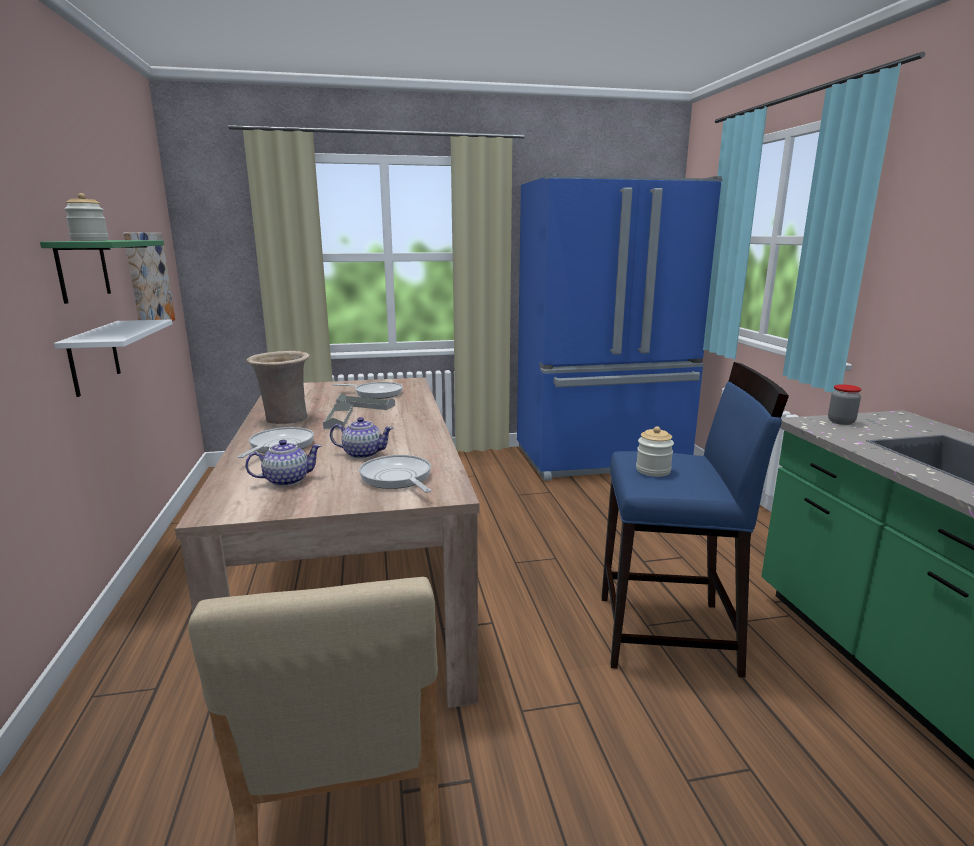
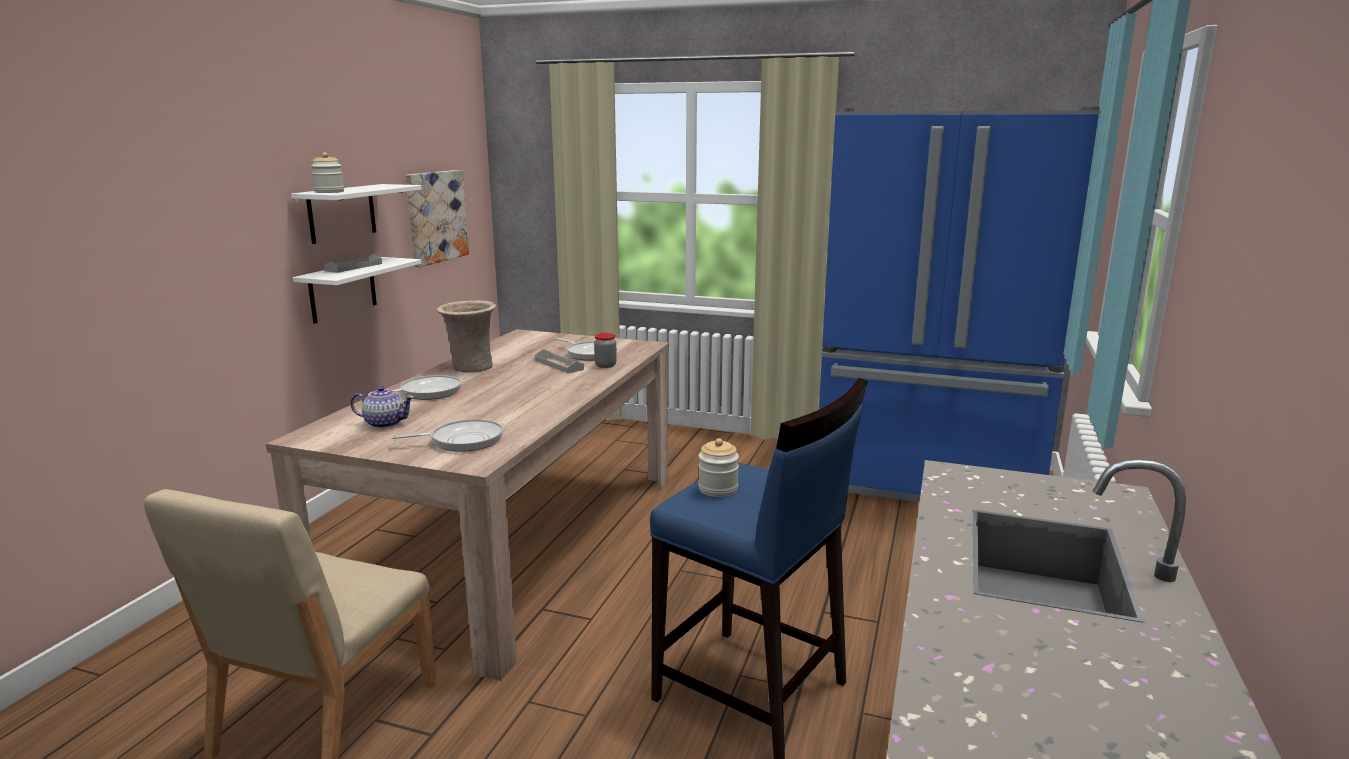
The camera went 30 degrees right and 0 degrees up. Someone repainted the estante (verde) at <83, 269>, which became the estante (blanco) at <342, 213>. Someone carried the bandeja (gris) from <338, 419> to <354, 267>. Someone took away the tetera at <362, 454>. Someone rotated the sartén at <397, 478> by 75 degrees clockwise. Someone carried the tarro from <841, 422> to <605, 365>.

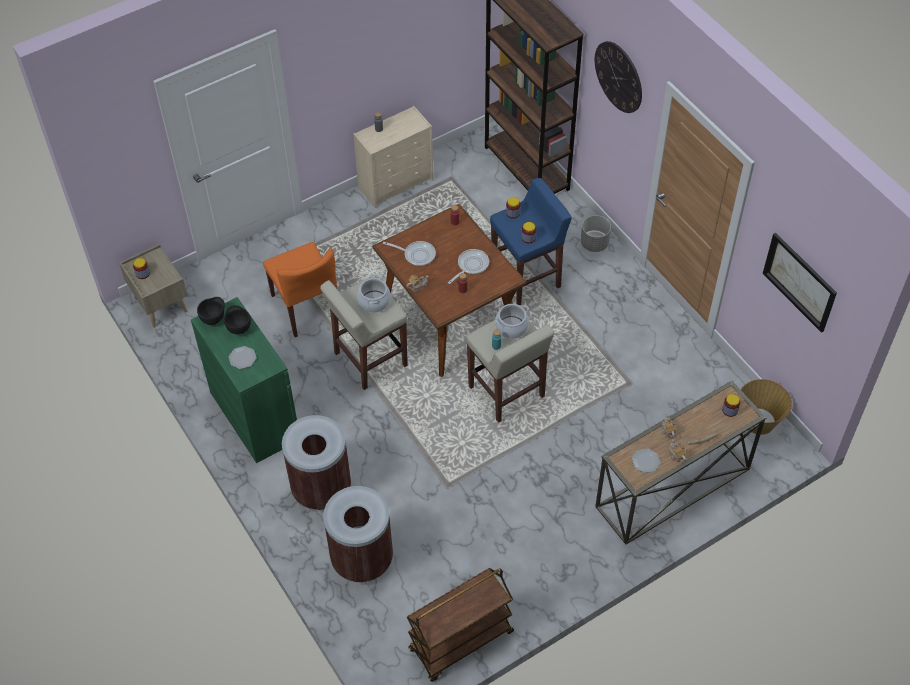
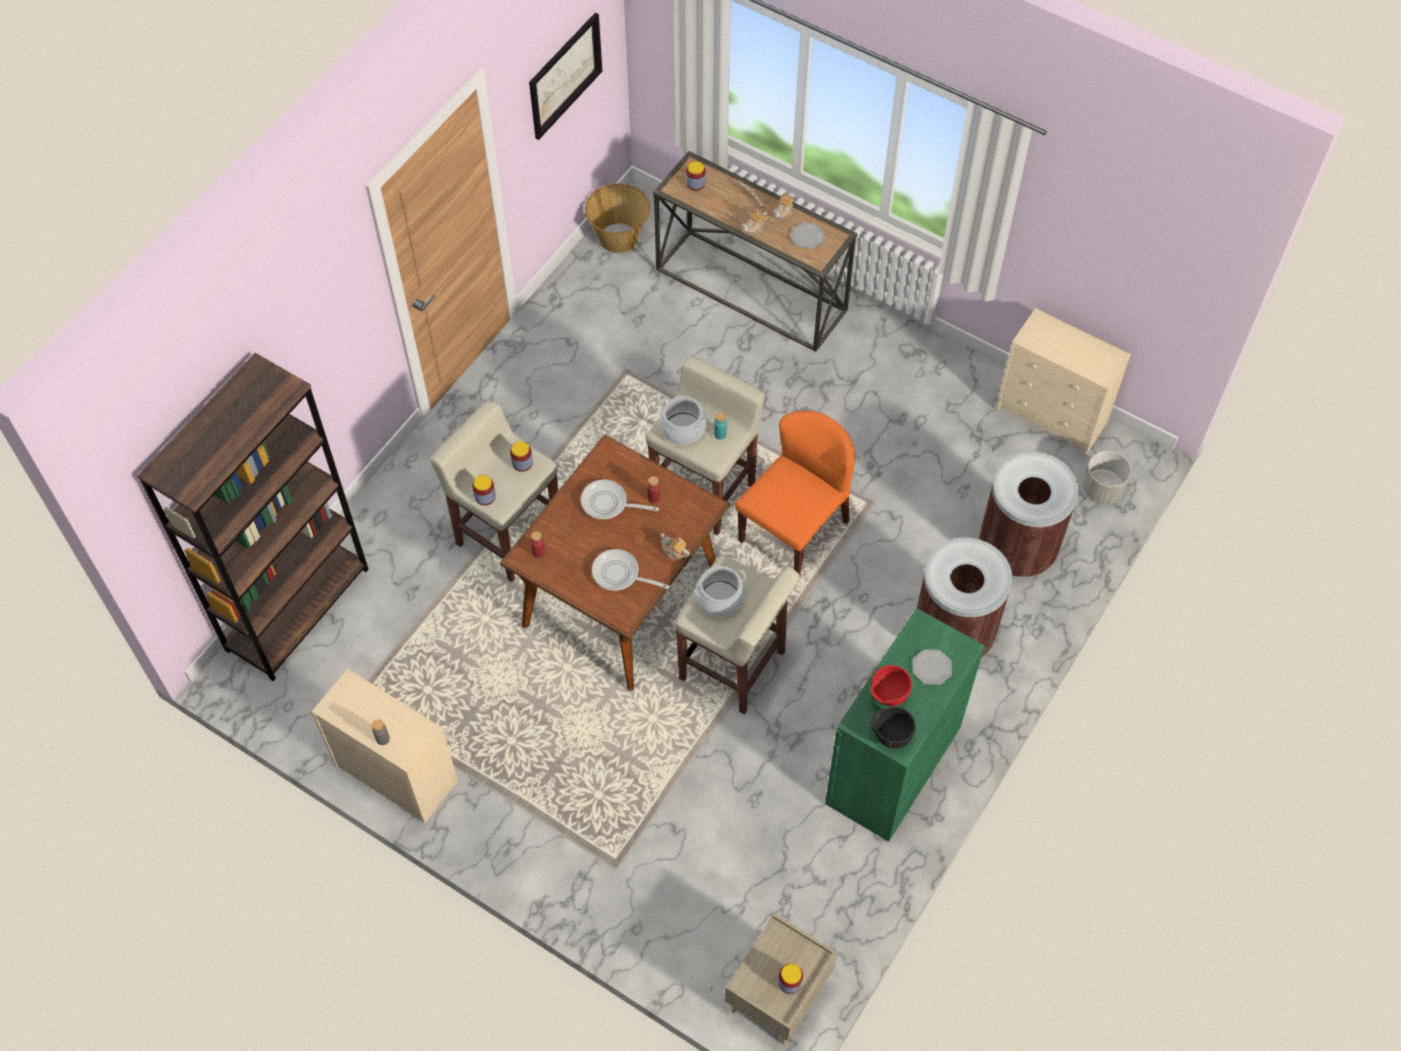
The camera went 115 degrees left and 5 degrees up. Someone repainted the cuenco (negro) at <239, 328>, which became the cuenco (rojo) at <887, 697>. Someone carried the silla (naranja) from <306, 306> to <793, 530>. Someone rotated the sartén at <417, 254> by 60 degrees counterclockwise. Someone swapped the carrito (marrón) at <461, 642> for the cómoda (beis) at <1052, 416>. Someone repainted the taburete (azul) at <527, 278>, which became the taburete (beis) at <507, 535>. Someone carried the maceta (gris) from <594, 243> to <1101, 490>. Someone took away the reloj de pared at <618, 77>.

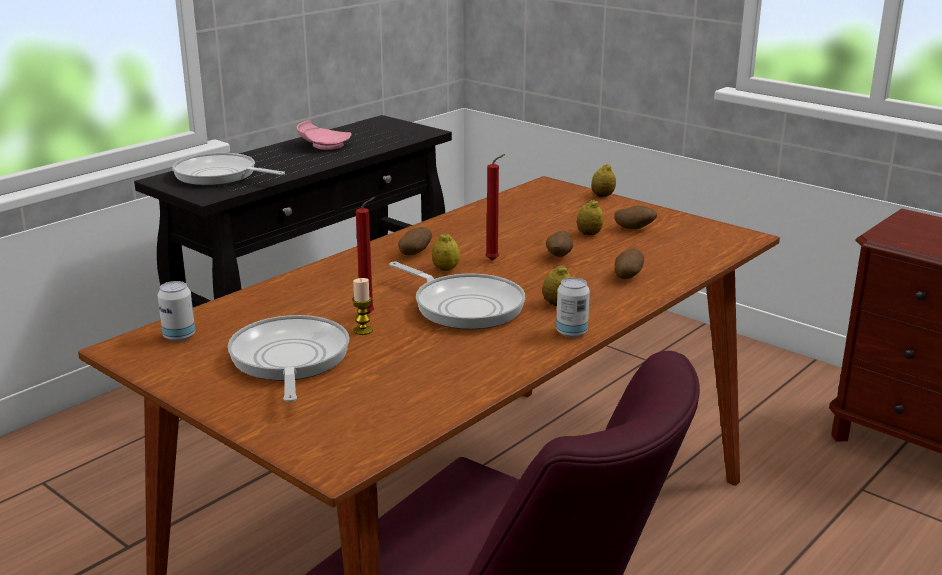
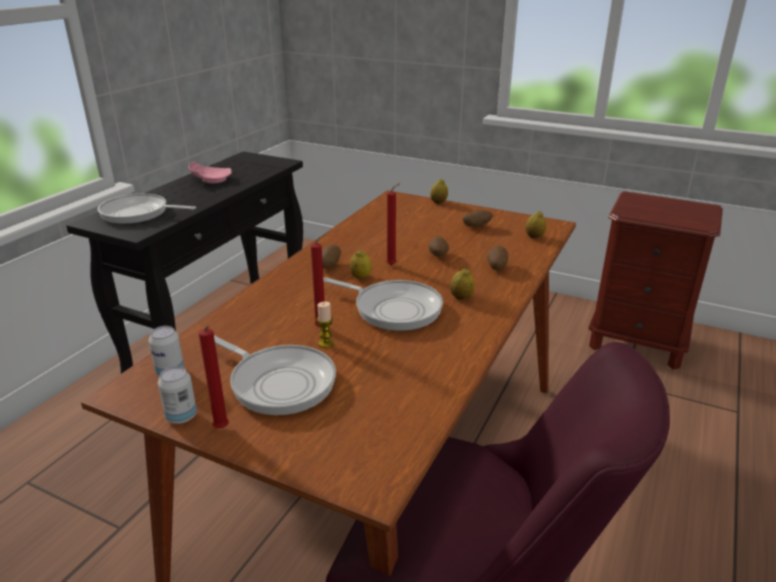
The camera went 15 degrees left and 5 degrees up. Someone rotated the sartén at <289, 360> by 150 degrees clockwise. Someone carried the lata from <571, 332> to <181, 416>. Someone carried the limón from <589, 234> to <534, 237>. Someone put down the vela (rojo) at <222, 430>.

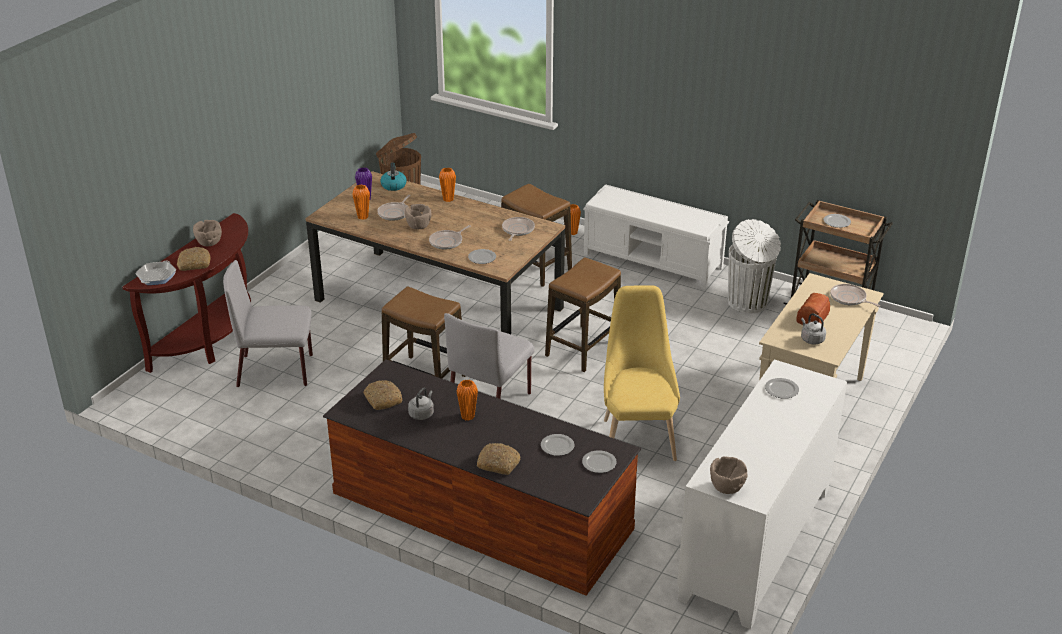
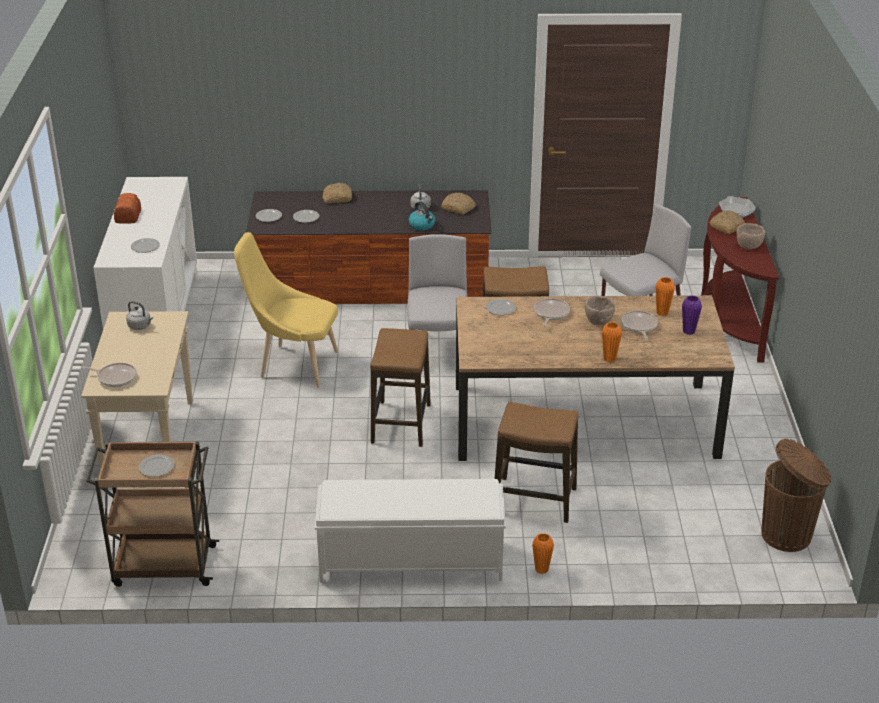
The camera went 150 degrees right and 0 degrees up. Someone carried the hervidor from <393, 185> to <422, 225>. Someone took away the florero (naranja) at <468, 416>. Someone took away the sartén at <517, 230>. Someone rotated the silla (amarillo) at <637, 436> by 135 degrees clockwise. Someone took away the cuenco (marrón) at <726, 486>. Someone took away the papelera (blanco) at <748, 303>. Someone carried the pan from <813, 317> to <127, 216>.

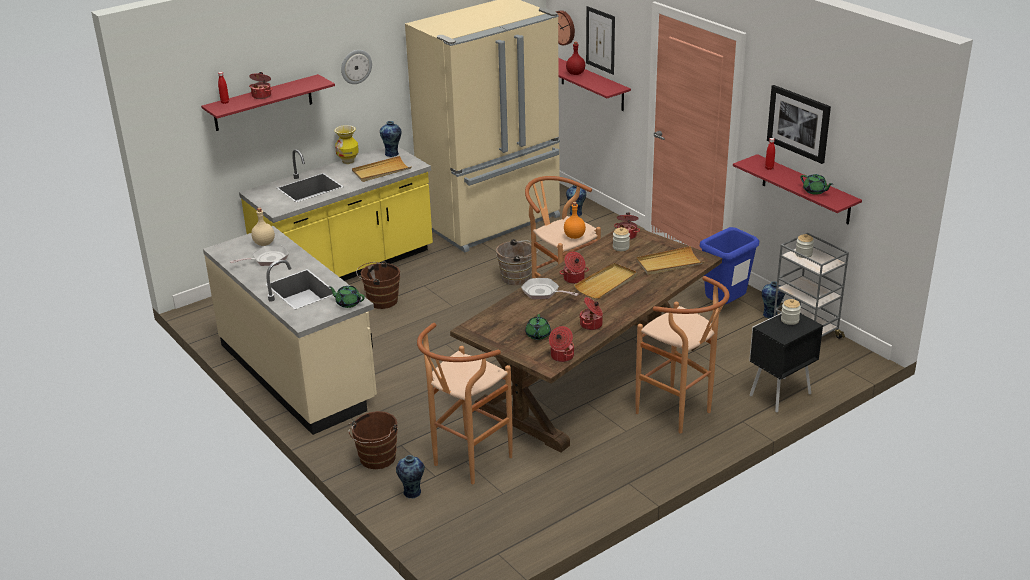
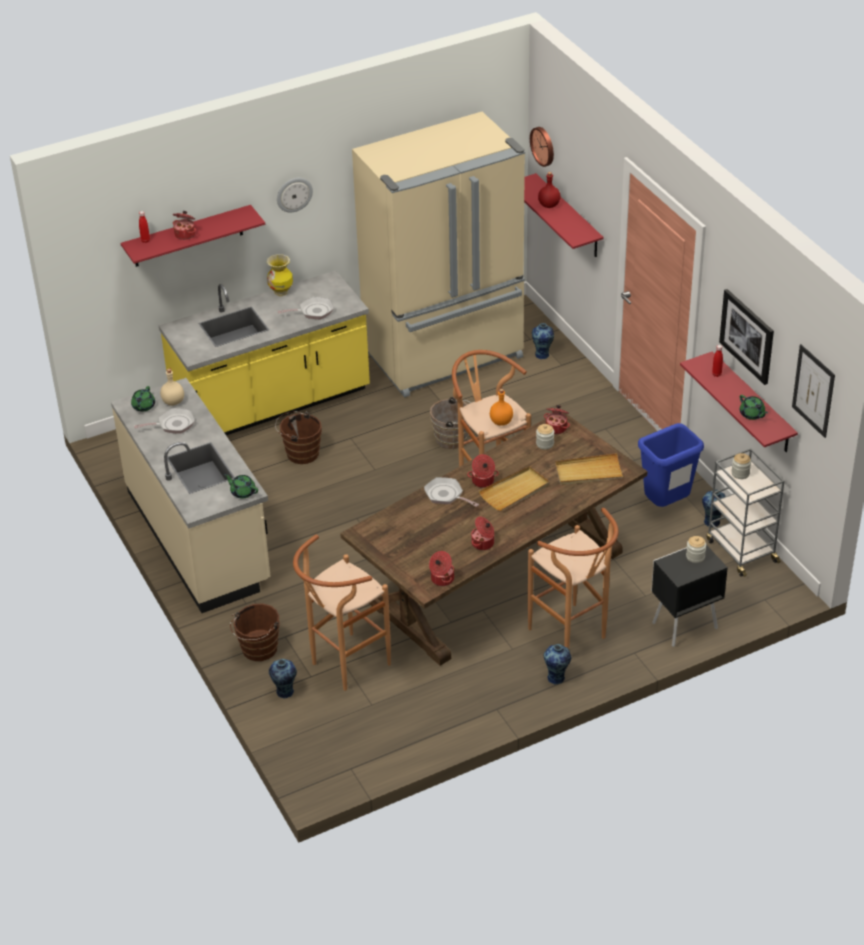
The camera went 10 degrees right and 10 degrees up. Someone swapped the bandeja (beis) at <381, 171> for the sartén at <313, 311>. Someone carried the florero from <392, 154> to <557, 677>. Someone carried the tetera (verde) from <537, 335> to <143, 406>. Someone carried the cuadro from <600, 40> to <813, 390>.

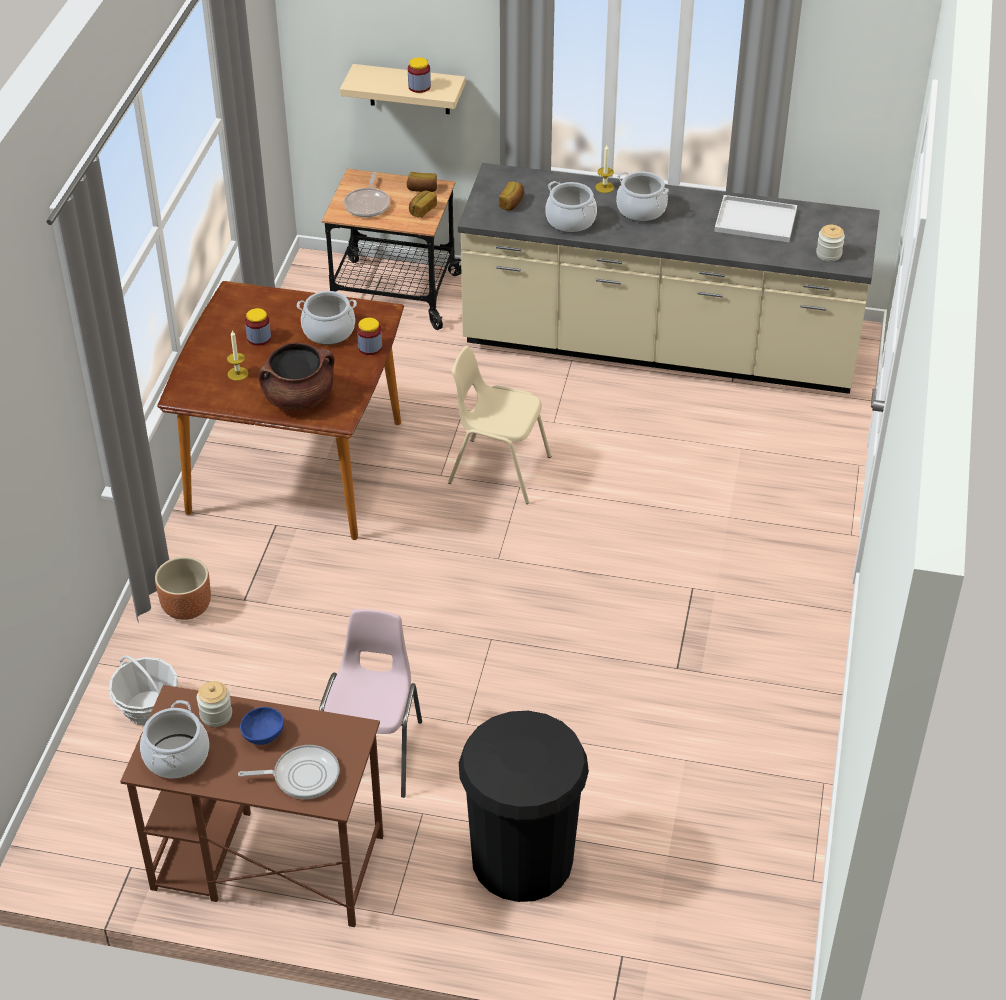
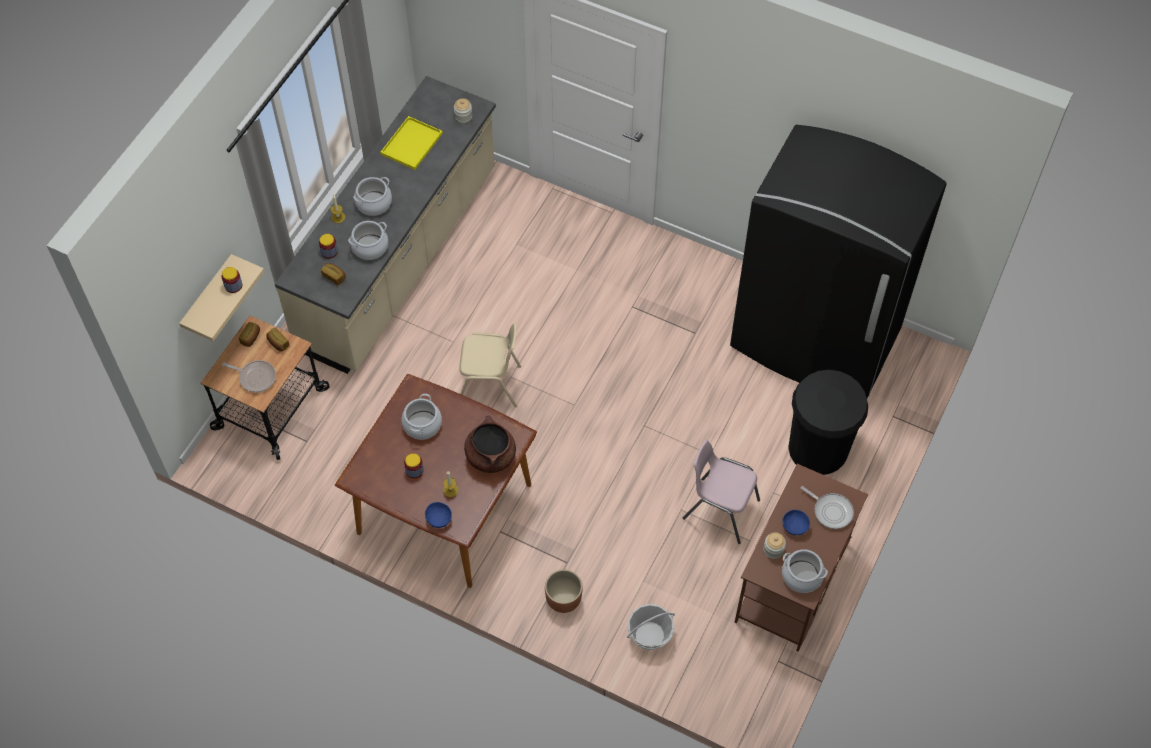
The camera went 75 degrees left and 15 degrees up. Someone rotated the sartén at <302, 776> by 120 degrees clockwise. Someone carried the tarro from <370, 347> to <329, 251>. Someone rotated the silla (beis) at <498, 470> by 120 degrees counterclockwise. Someone repainted the bandeja (blanco) at <754, 221>, which became the bandeja (amarillo) at <411, 145>. Someone put down the cuenco (azul) at <439, 518>. Someone put down the nevera (negro) at <814, 340>.

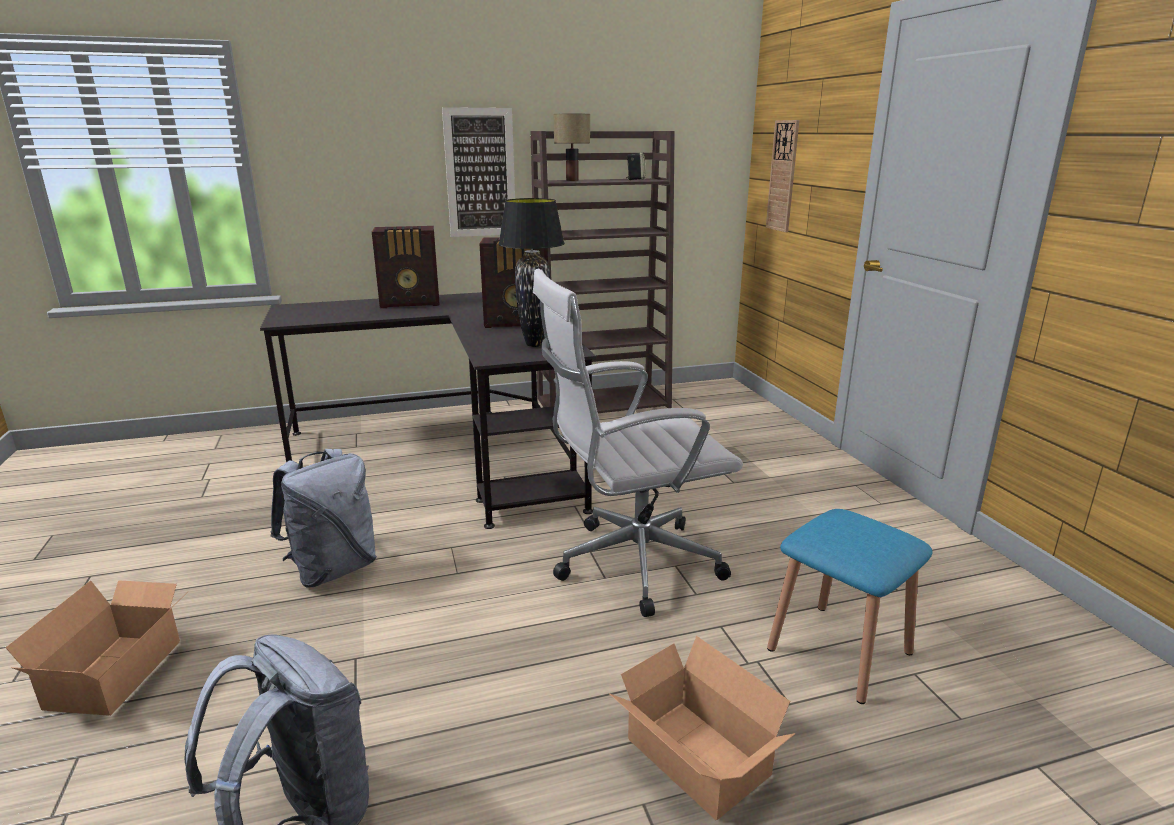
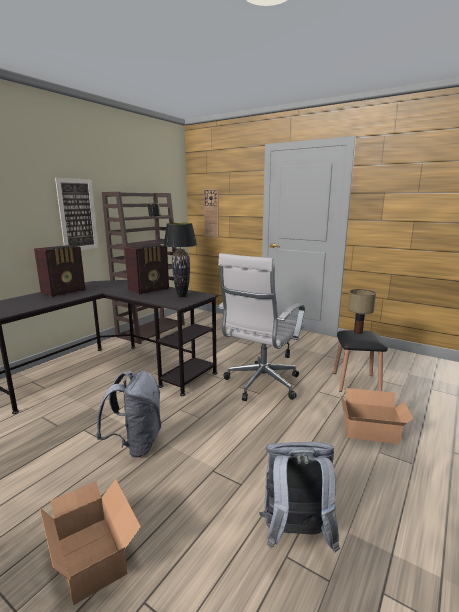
The camera went 40 degrees left and 5 degrees down. Someone carried the lámpara de mesa from <571, 180> to <358, 332>. Someone repainted the taburete (azul) at <839, 650>, which became the taburete (negro) at <356, 383>.

